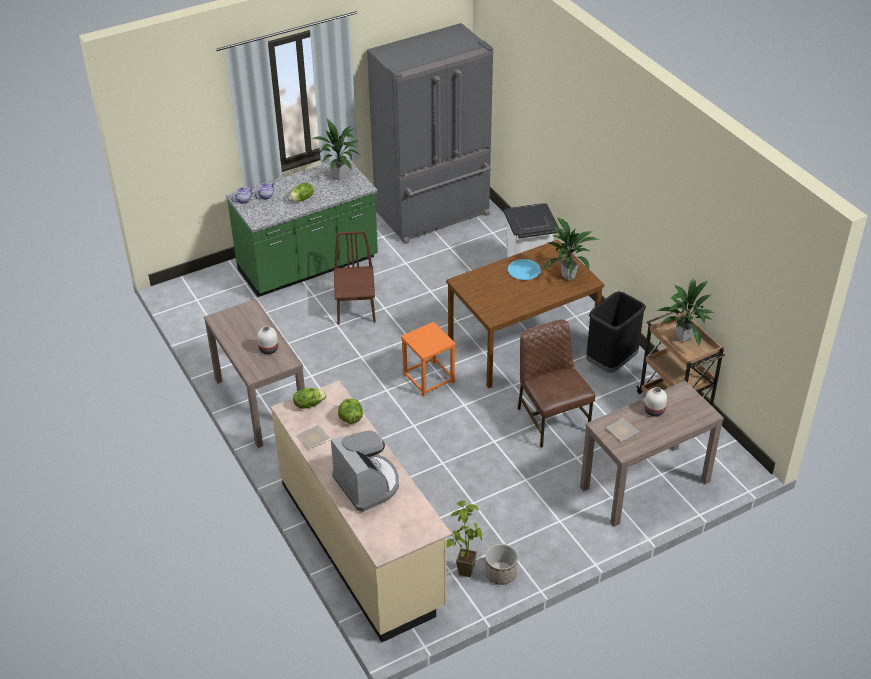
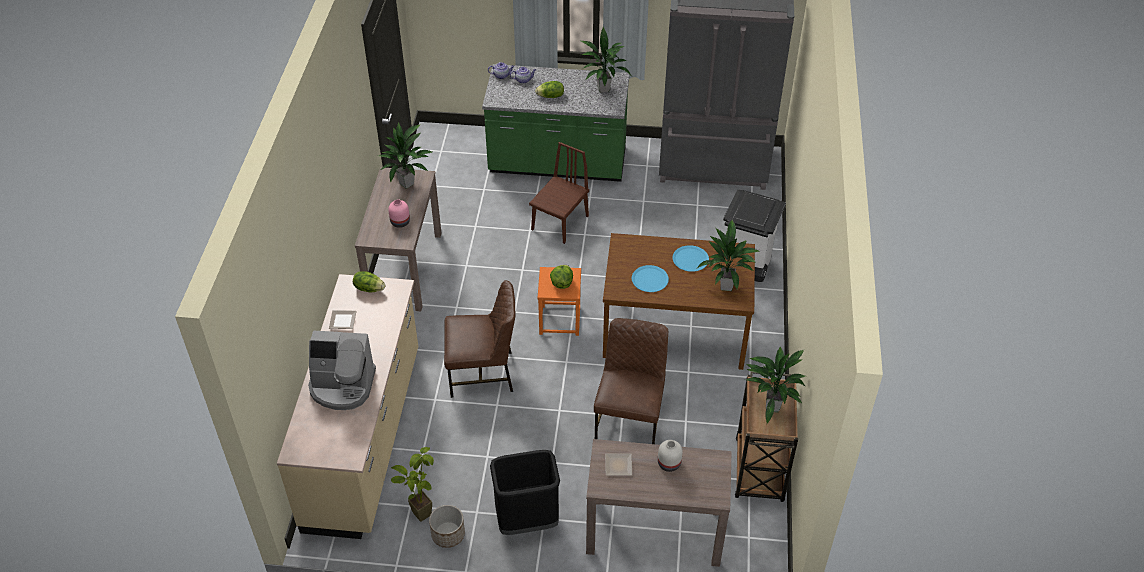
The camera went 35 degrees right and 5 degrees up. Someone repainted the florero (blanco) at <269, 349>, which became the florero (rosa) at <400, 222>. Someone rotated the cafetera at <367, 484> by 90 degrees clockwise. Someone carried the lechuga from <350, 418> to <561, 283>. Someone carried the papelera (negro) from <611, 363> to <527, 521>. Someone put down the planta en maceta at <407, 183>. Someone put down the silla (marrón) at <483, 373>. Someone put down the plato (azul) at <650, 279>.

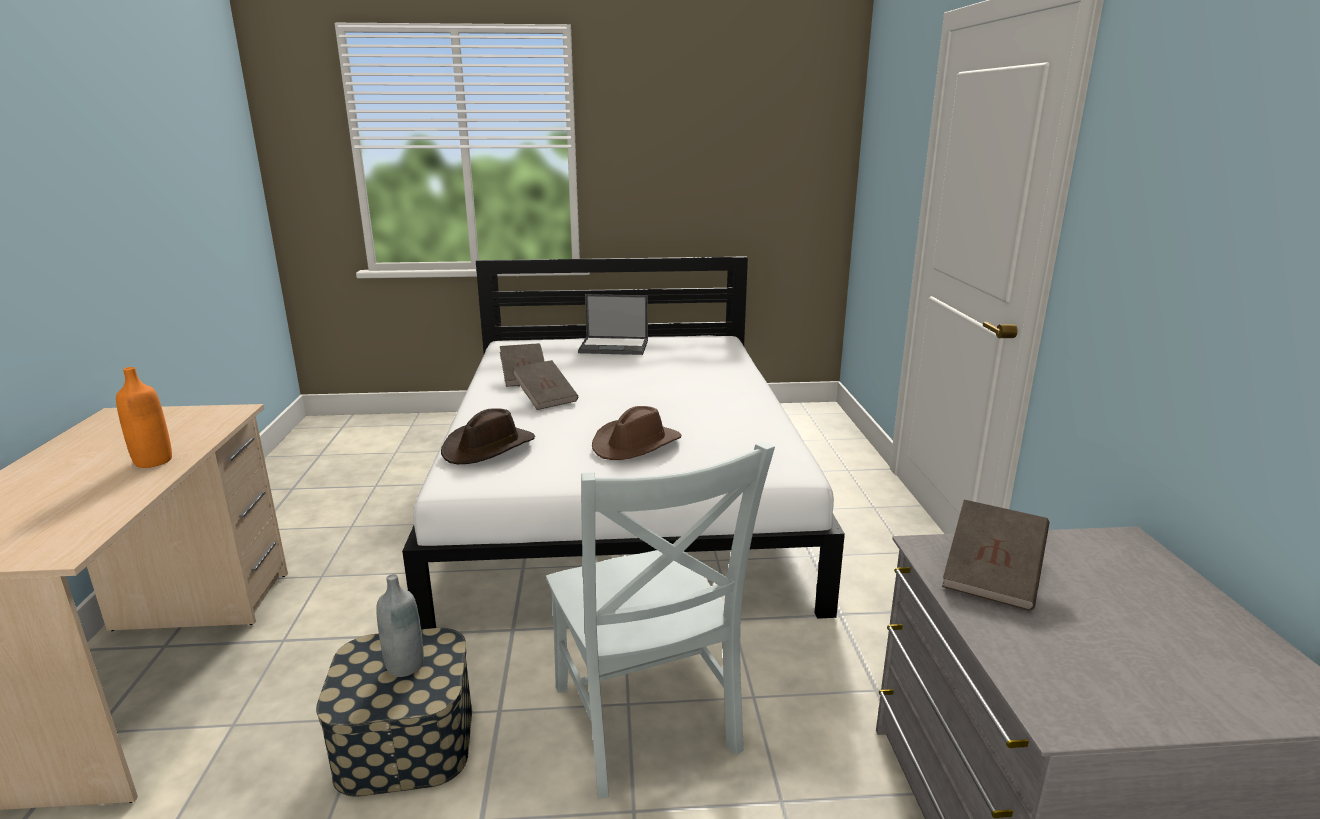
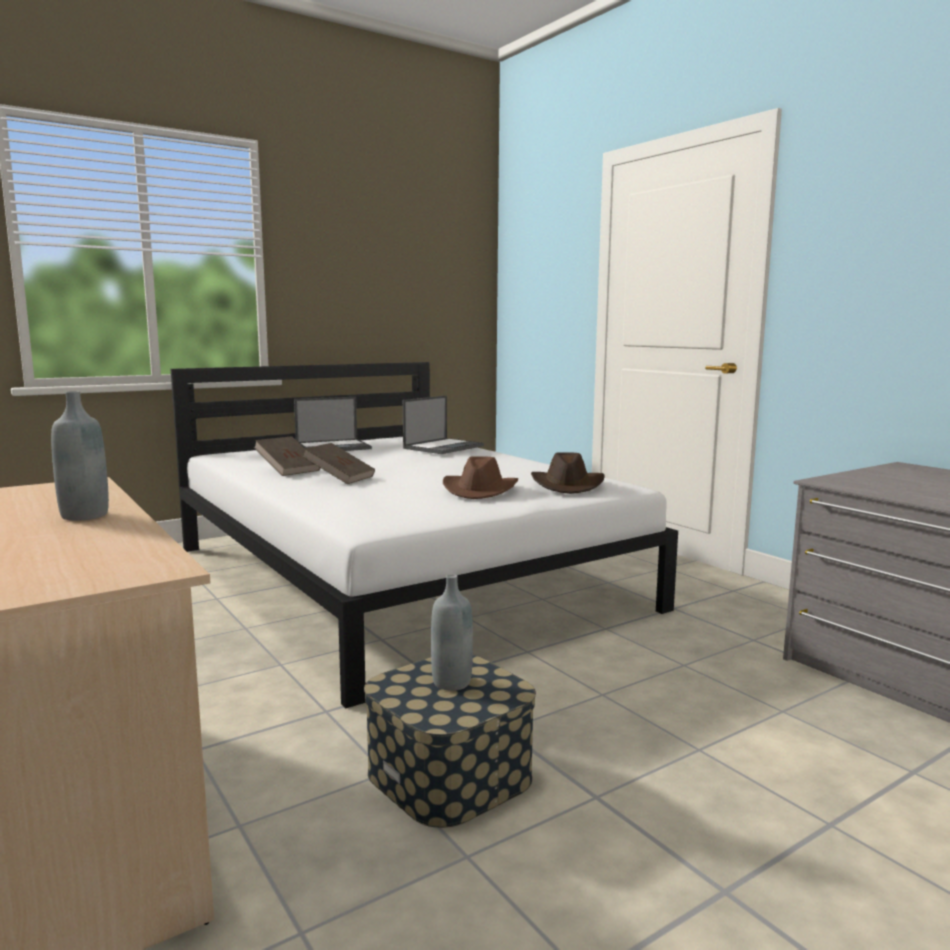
The camera went 30 degrees left and 10 degrees down. Someone repainted the botella (naranja) at <153, 461>, which became the botella (gris) at <84, 515>. Someone carried the sombrero (marrón) from <489, 447> to <567, 485>. Someone took away the silla (gris) at <645, 724>. Someone took away the libro (marrón) at <992, 577>. Someone put down the portátil at <444, 447>.

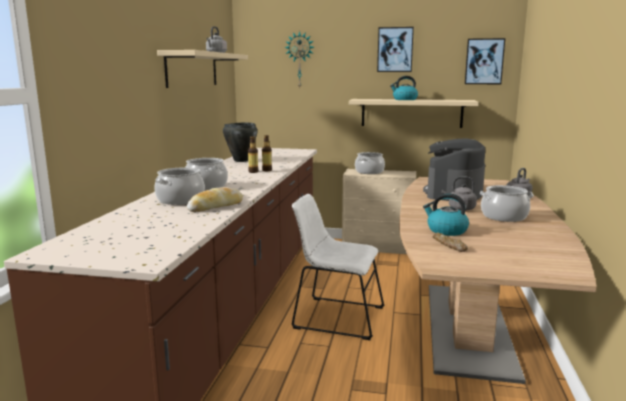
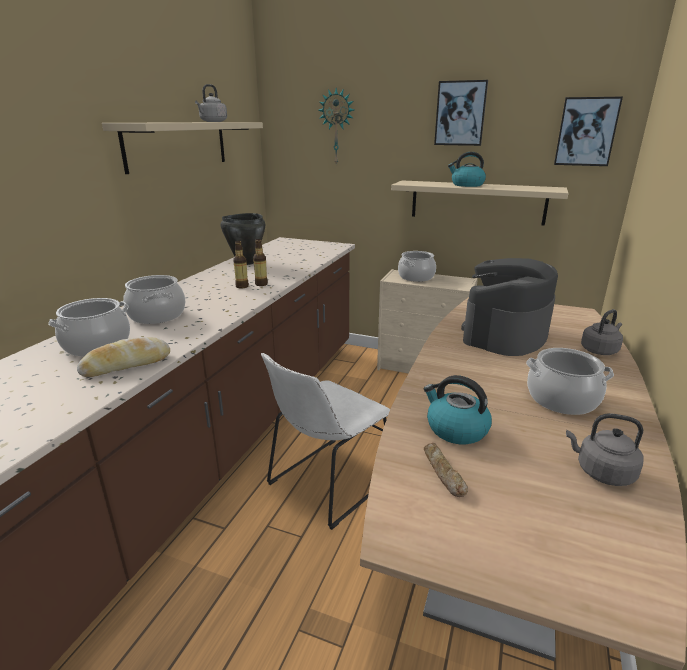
The camera went 10 degrees right and 10 degrees up. Someone rotated the silla (blanco) at <335, 317> by 75 degrees counterclockwise. Someone carried the hervidor (gris) from <460, 208> to <601, 472>.

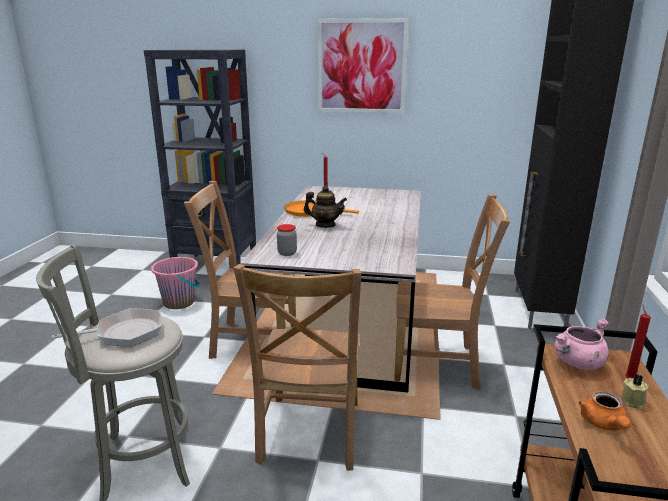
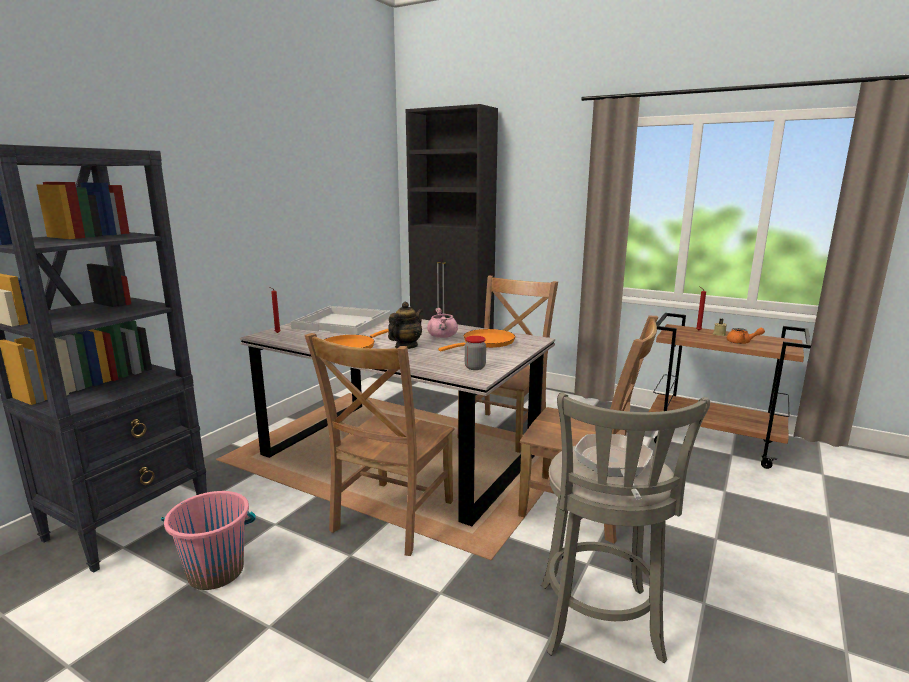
The camera went 70 degrees left and 5 degrees down. Someone took away the cuadro at <361, 67>. Someone carried the olla (rosa) from <578, 363> to <442, 337>. Someone put down the bandeja (blanco) at <343, 322>. Someone put down the sartén (naranja) at <486, 342>.

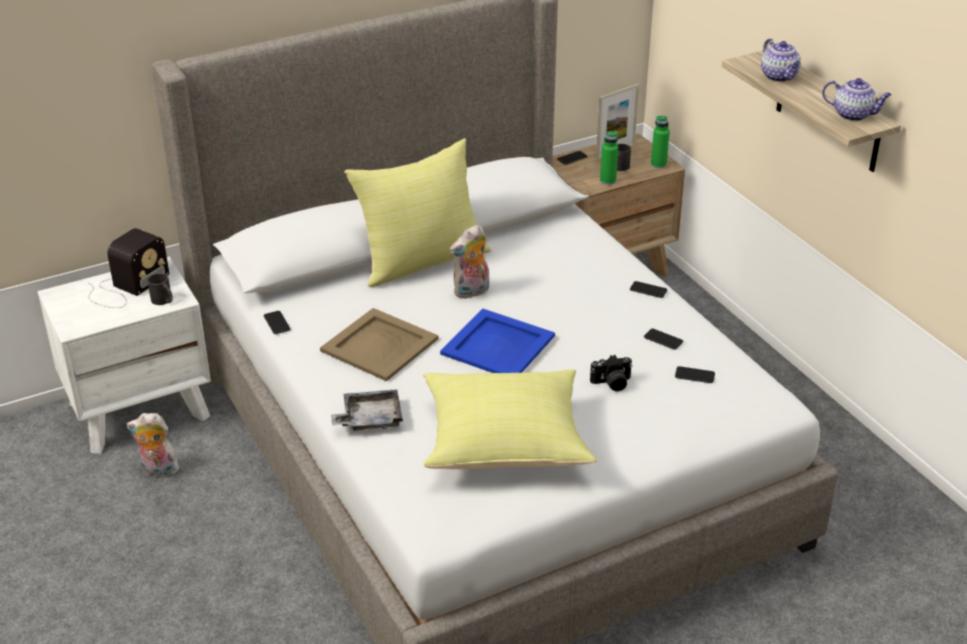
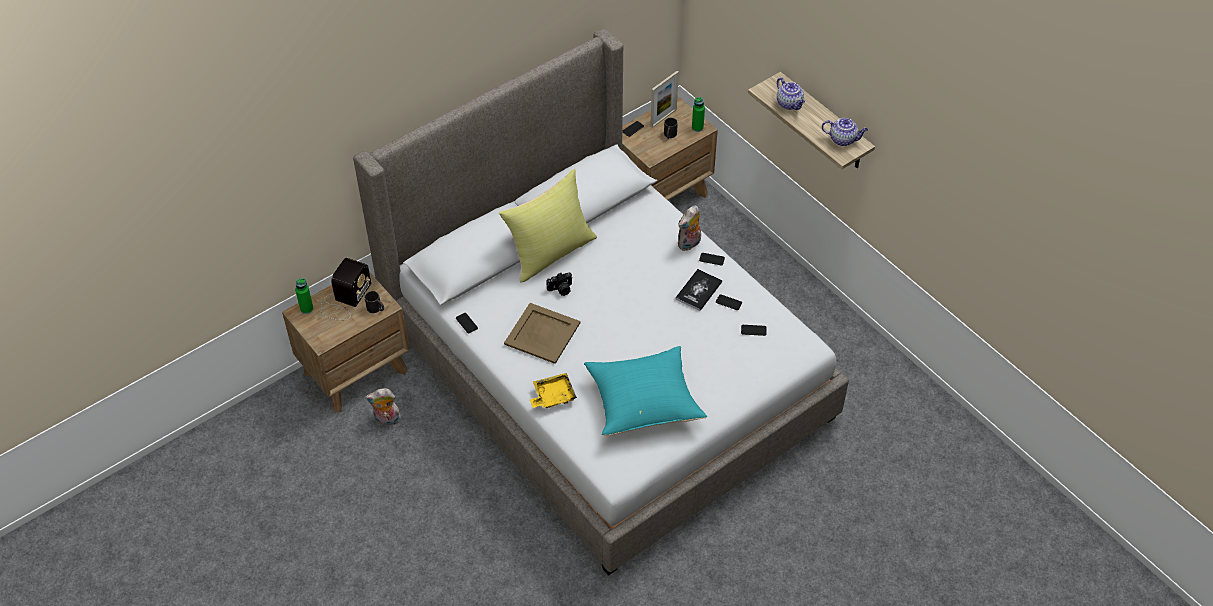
The camera went 10 degrees left and 15 degrees up. Someone repainted the mesita de noche (blanco) at <140, 410>, which became the mesita de noche (marrón) at <356, 371>. Someone repainted the bandeja (gris) at <370, 419>, which became the bandeja (amarillo) at <553, 396>. Someone repainted the cojín (amarillo) at <506, 442>, which became the cojín (turquesa) at <644, 402>. Someone took away the bandeja (azul) at <499, 345>. Someone carried the peluche from <471, 292> to <689, 244>. Someone carried the cámara from <612, 383> to <561, 289>. Someone carried the botella (verde) from <608, 181> to <306, 308>. Someone put down the libro at <698, 291>.

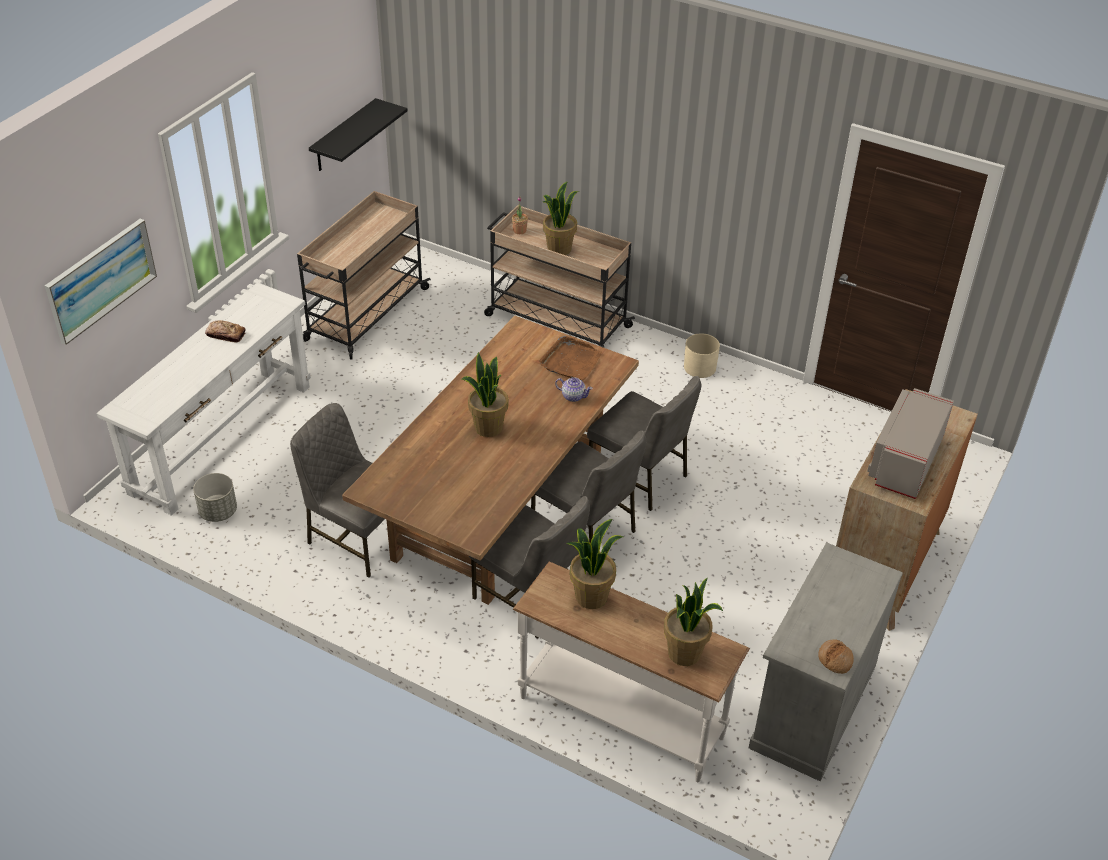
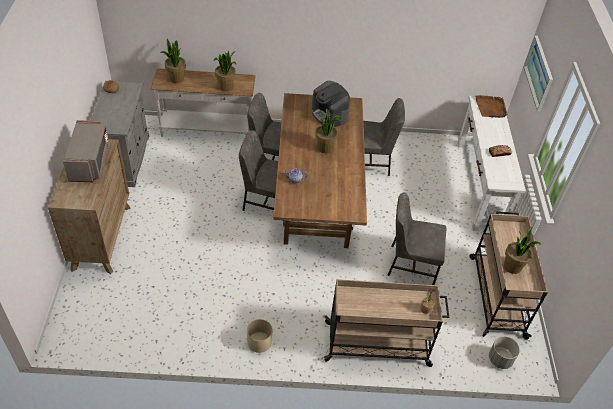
The camera went 150 degrees right and 5 degrees up. Someone carried the maceta (gris) from <218, 512> to <500, 359>. Someone took away the estante (negro) at <344, 136>. Someone carried the bandeja (marrón) from <570, 361> to <491, 108>. Someone carried the planta en maceta from <559, 249> to <513, 267>. Someone carried the silla (gris) from <639, 477> to <411, 264>. Someone put down the cafetera at <330, 114>.

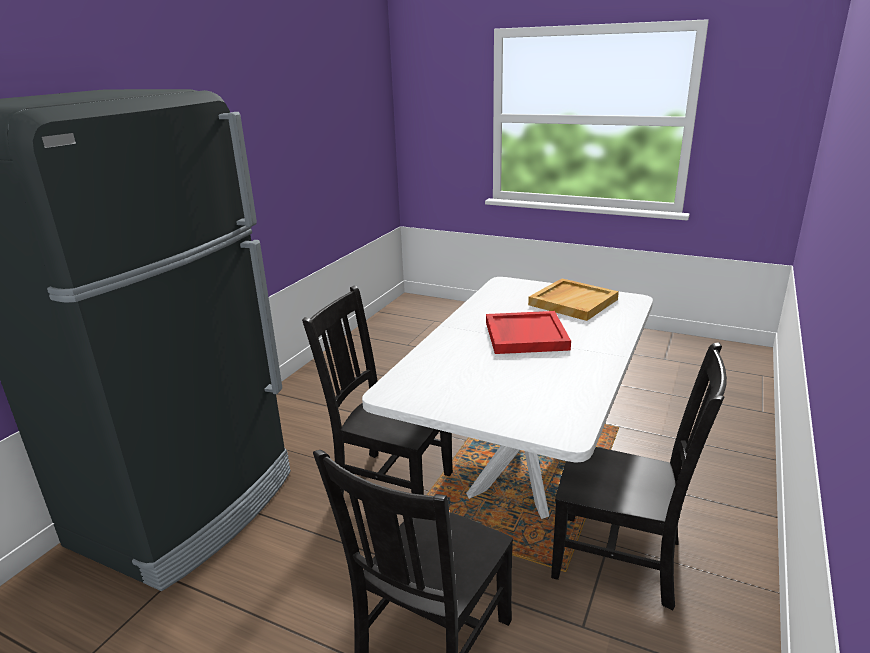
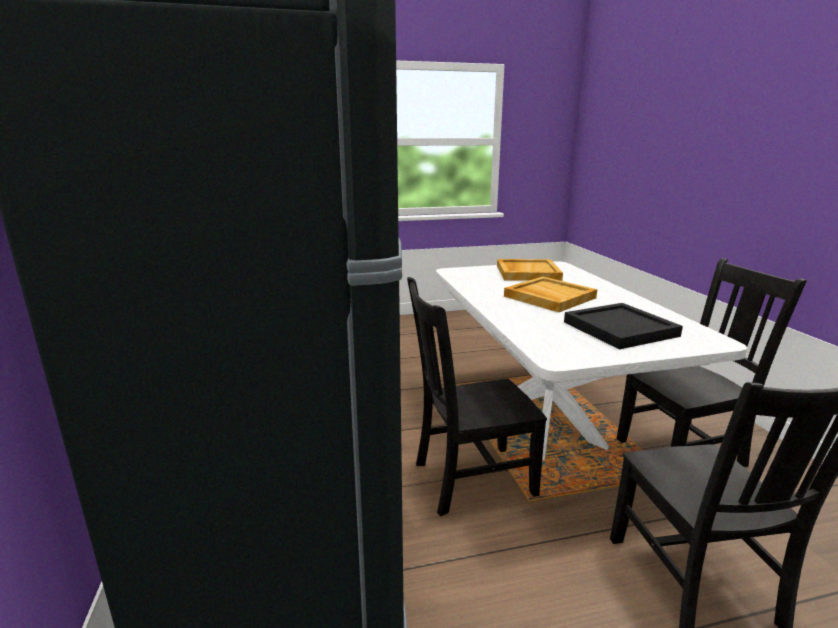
The camera went 40 degrees left and 5 degrees down. Someone repainted the bandeja (rojo) at <525, 335>, which became the bandeja (beis) at <548, 297>. Someone put down the bandeja (negro) at <620, 329>.

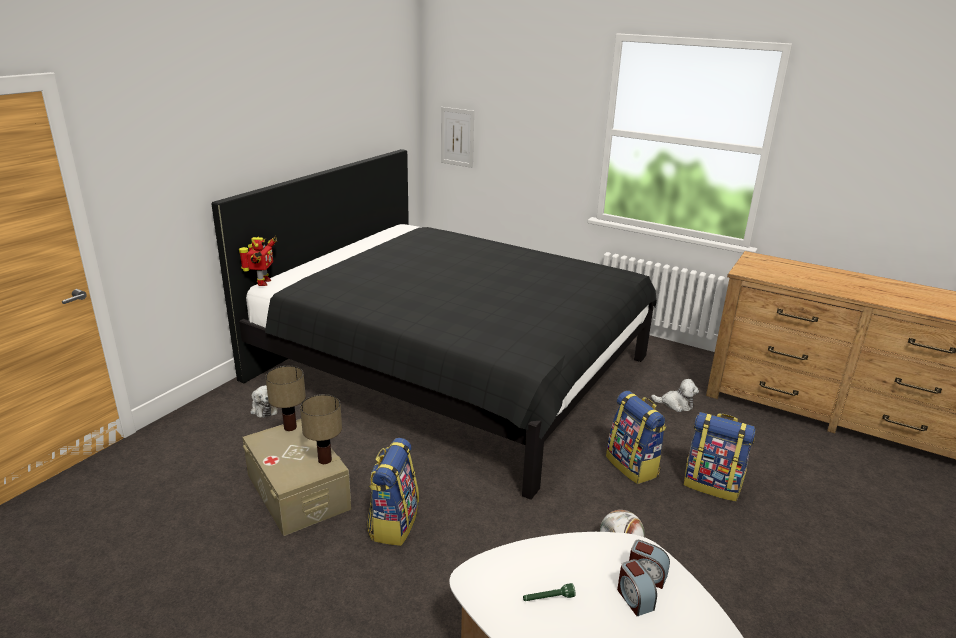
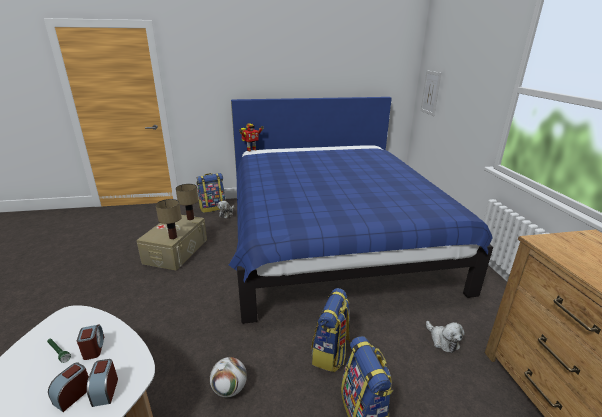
The camera went 50 degrees right and 0 degrees up. Someone repainted the cama (negro) at <452, 369>, which became the cama (azul) at <330, 238>. Someone carried the mochila from <393, 523> to <213, 208>. Someone put down the despertador at <94, 348>.

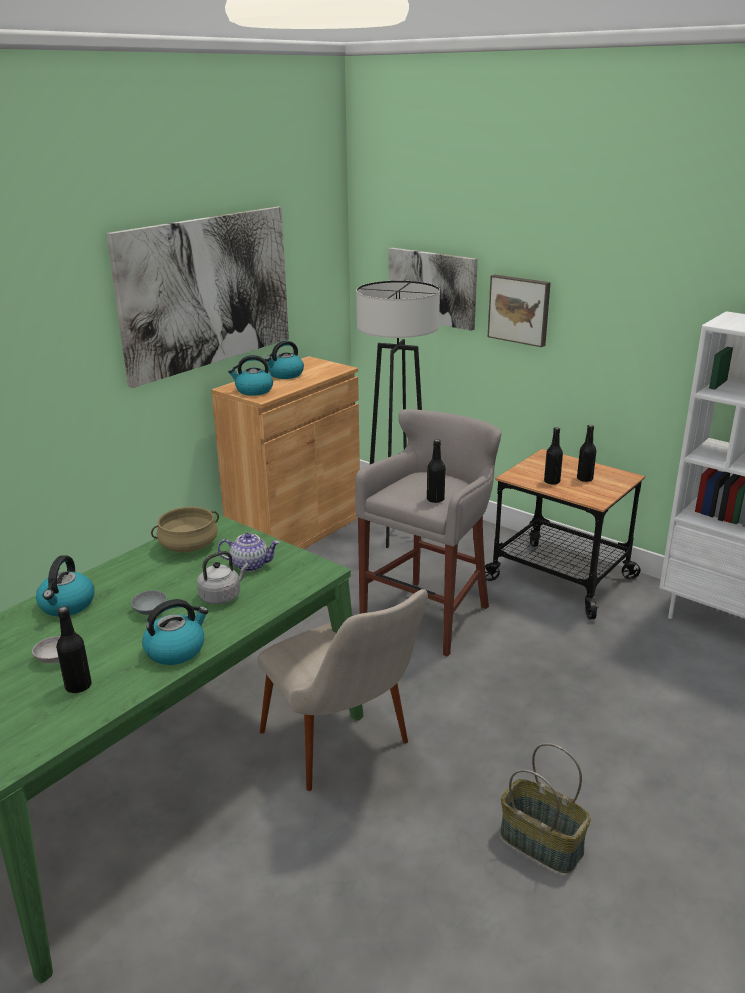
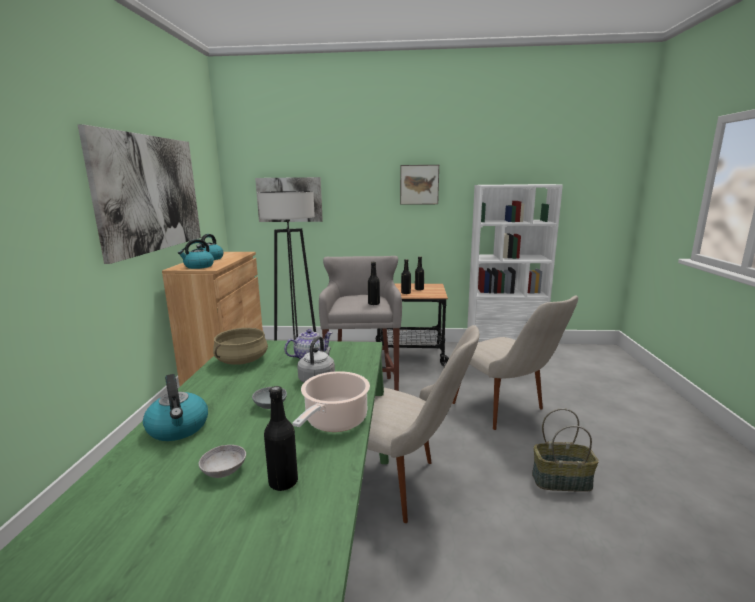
The camera went 35 degrees left and 10 degrees down. Someone swapped the hervidor at <176, 650> for the olla at <334, 421>. Someone carried the cuadro from <519, 309> to <419, 184>. Someone put down the silla (beis) at <508, 412>.

